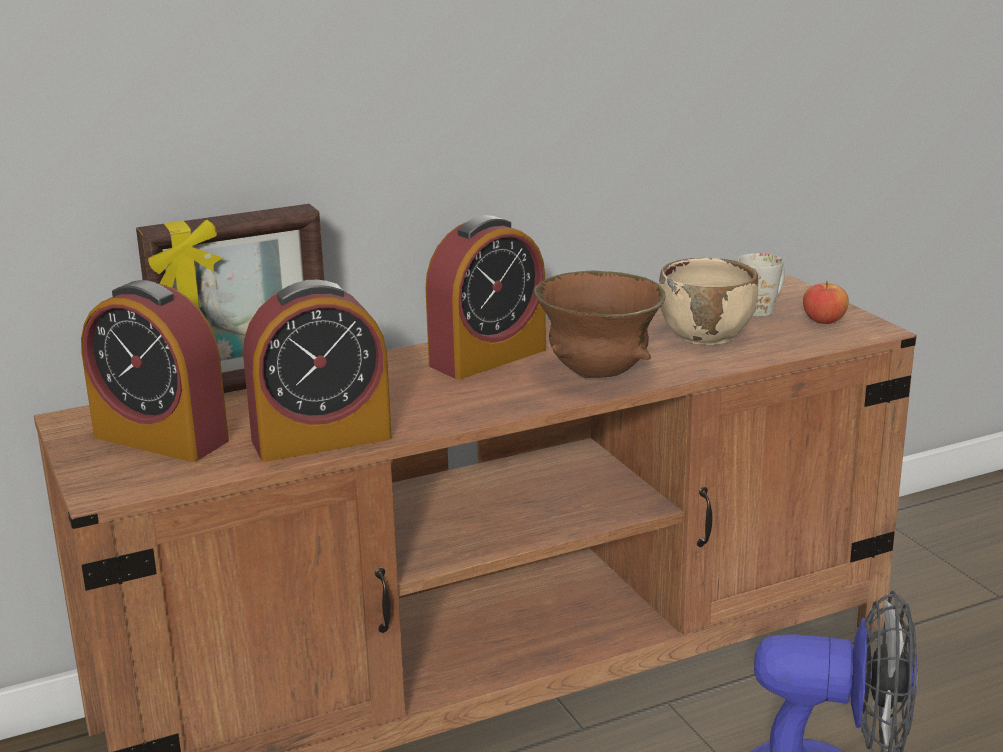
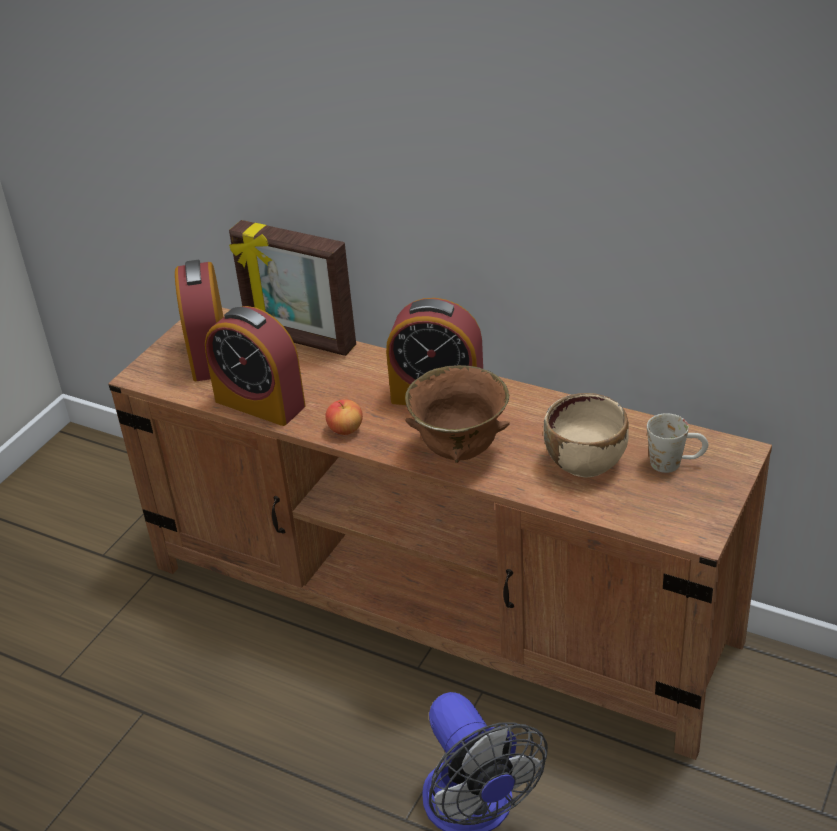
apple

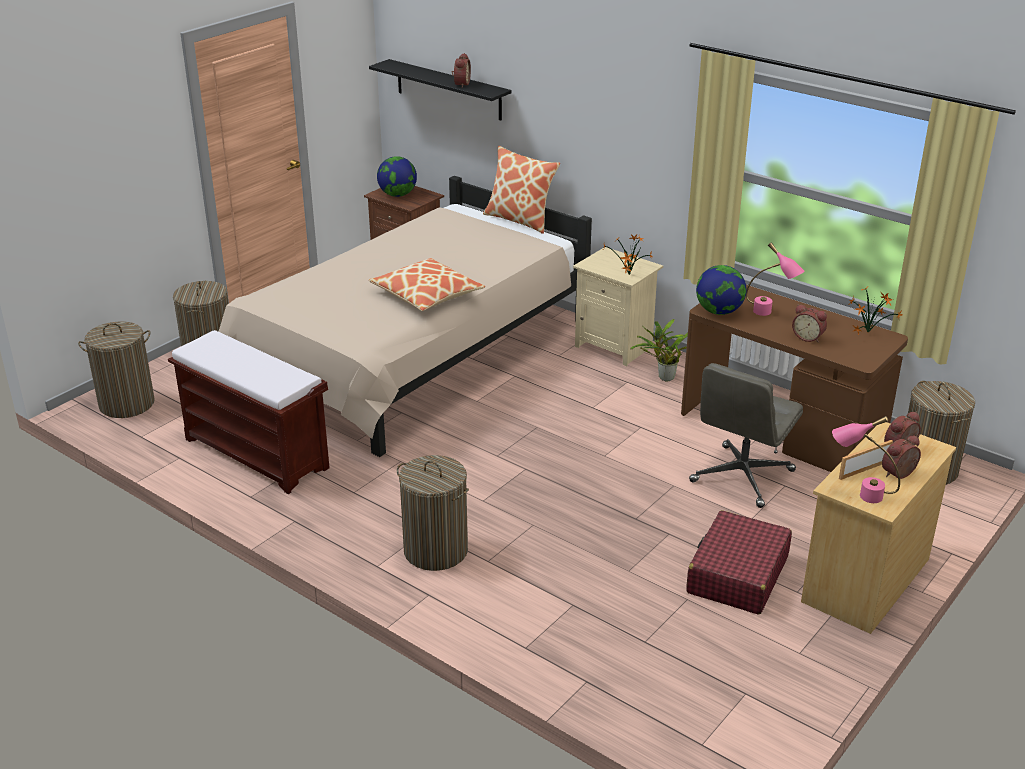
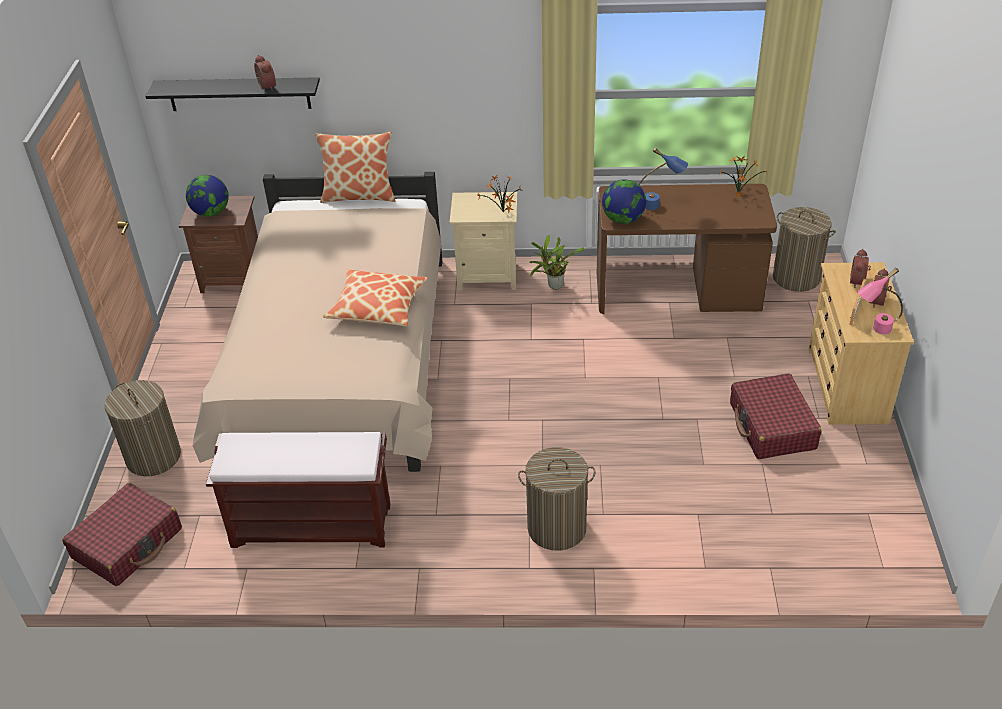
blue table lamp; alarm clock (2nd from left in the first image); red suitcase (1st from left); grey office chair

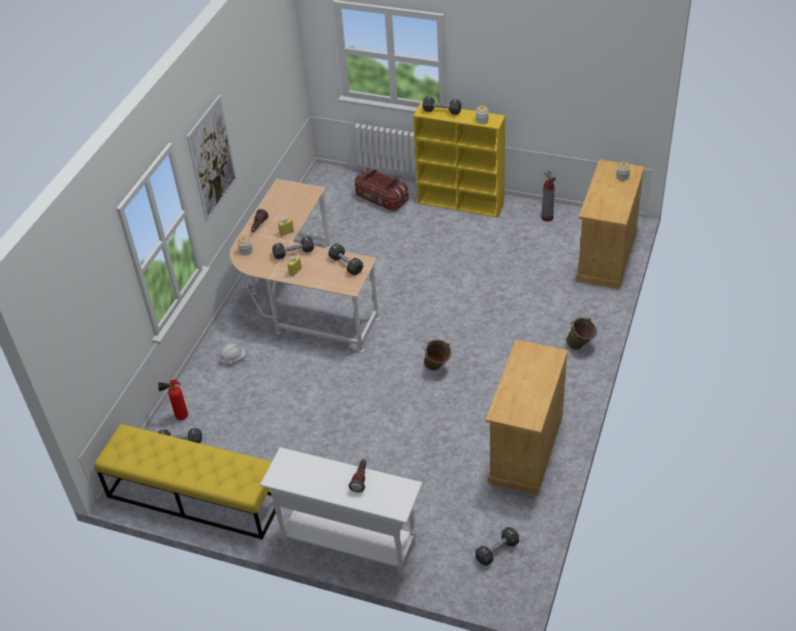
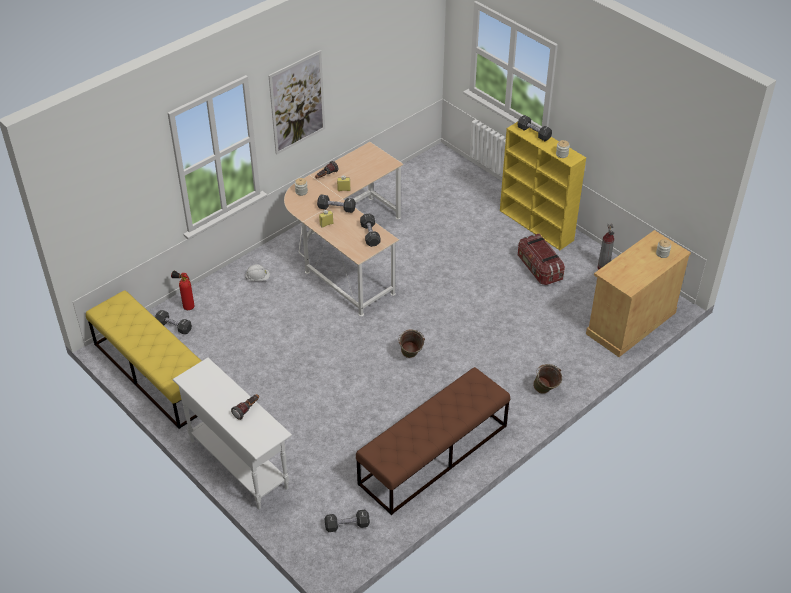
storage box; brown bench

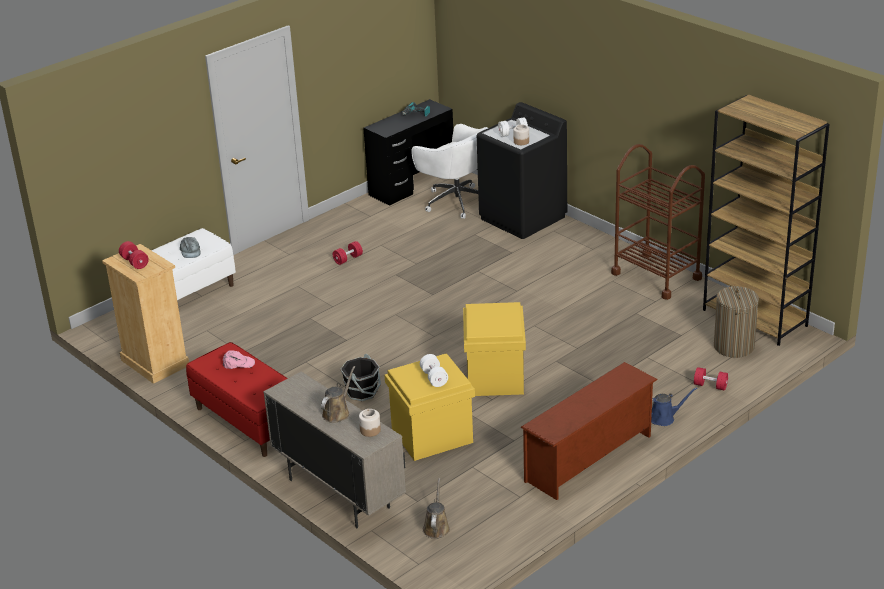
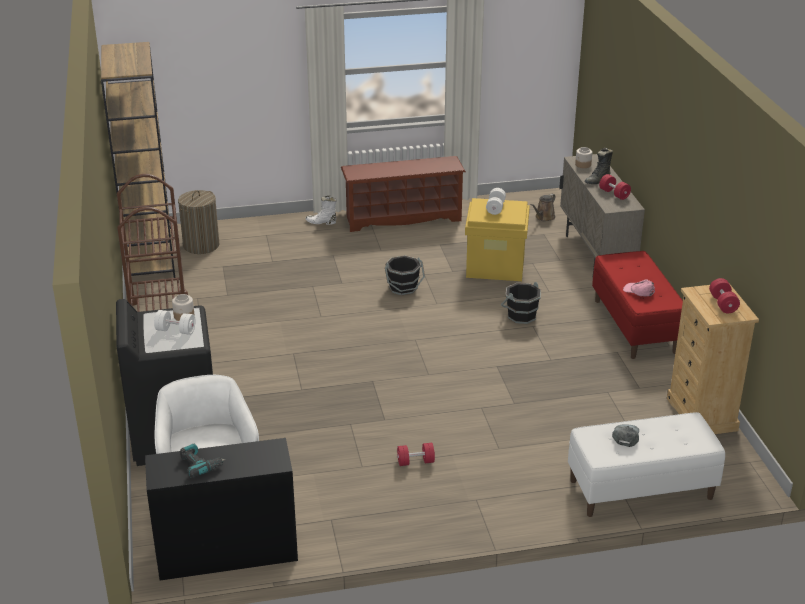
black bucket (1st from left); black boot; red dumbbell (2nd from left); white boot

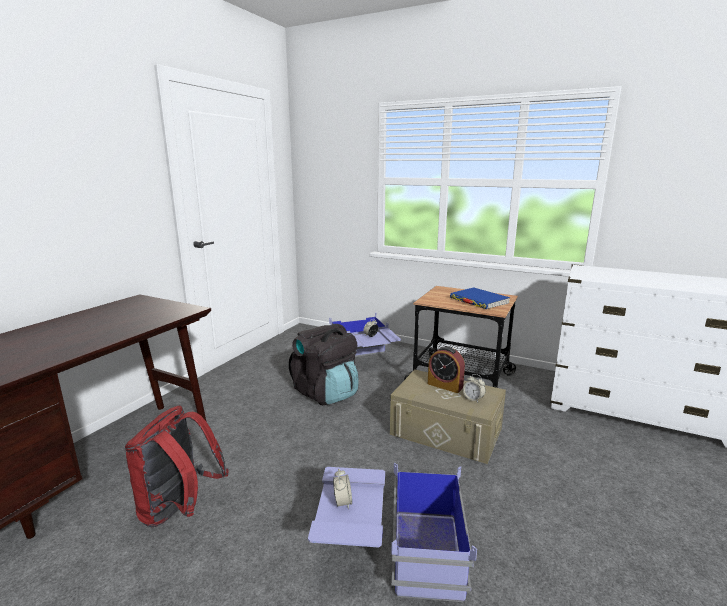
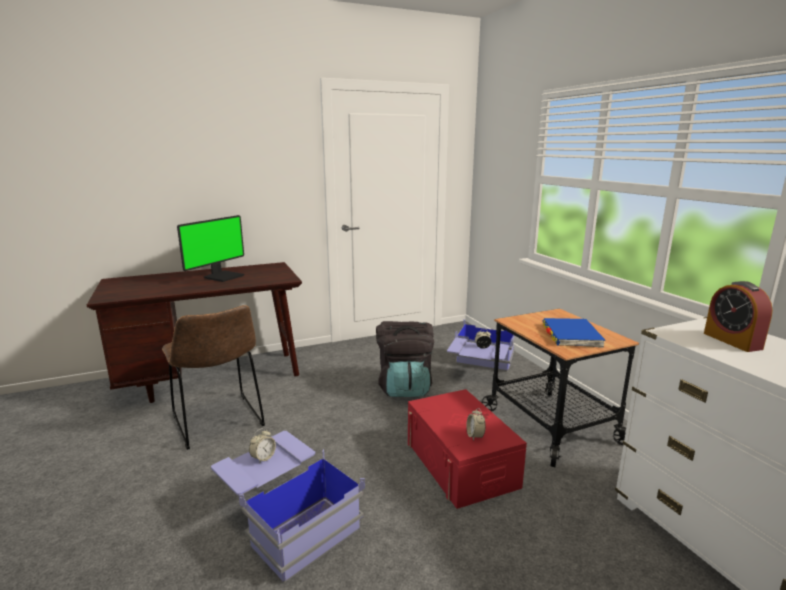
alarm clock (4th from left); red storage box; brown chair; monitor

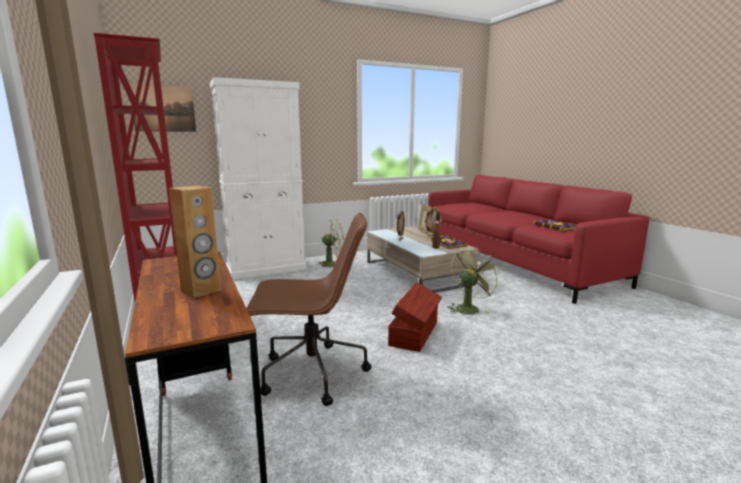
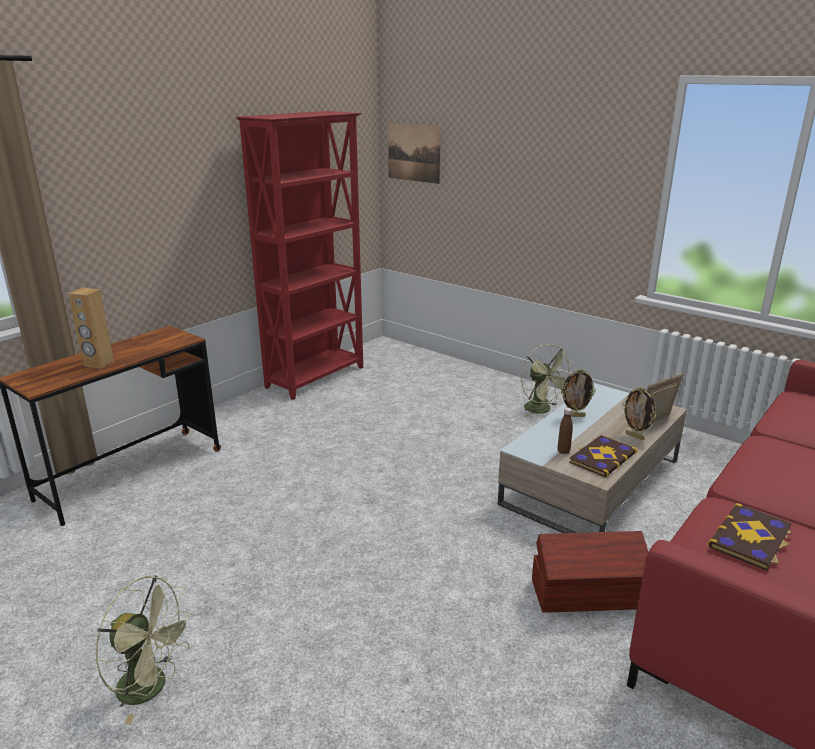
white cabinet; brown office chair; green fan (1st from left); brown storage box

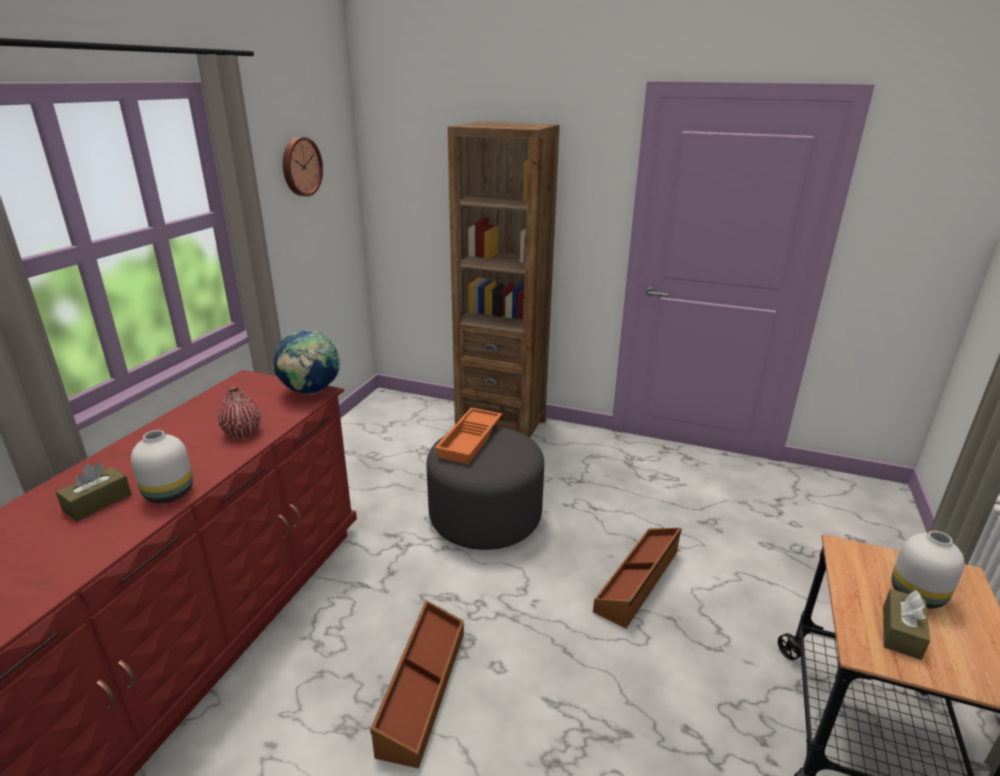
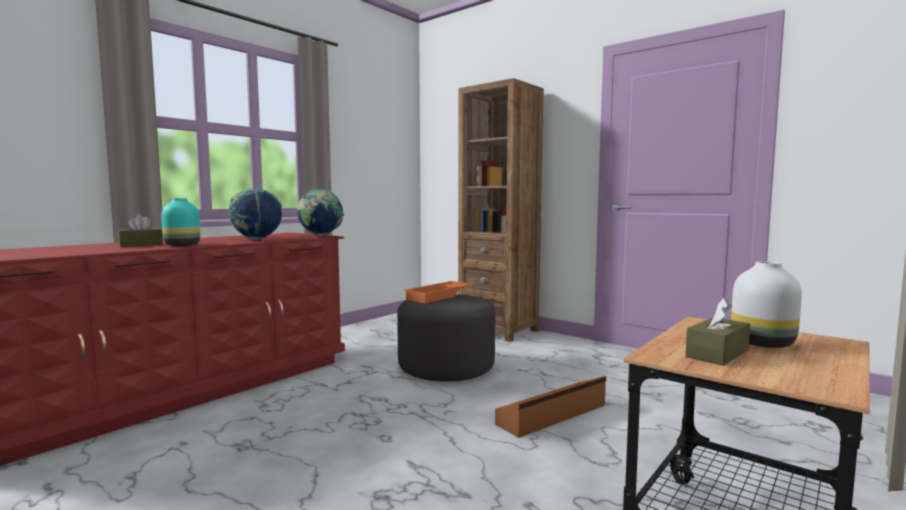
wall clock; globe (1st from left); turquoise vase; brown storage box (1st from left in the first image)

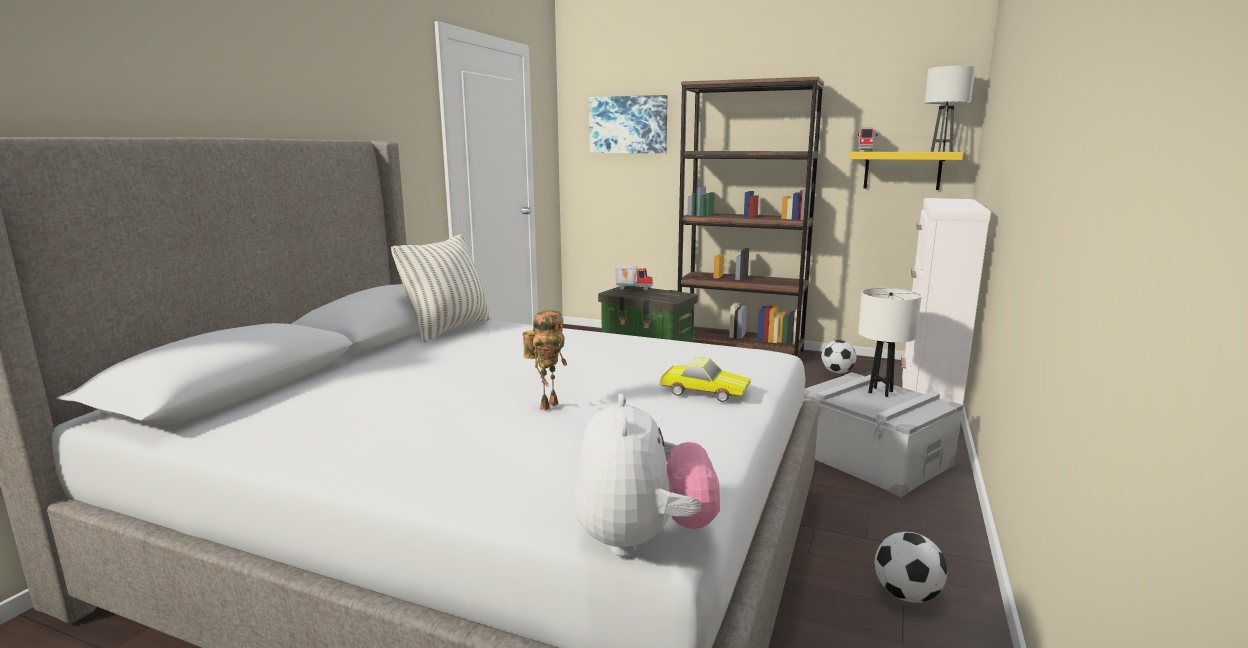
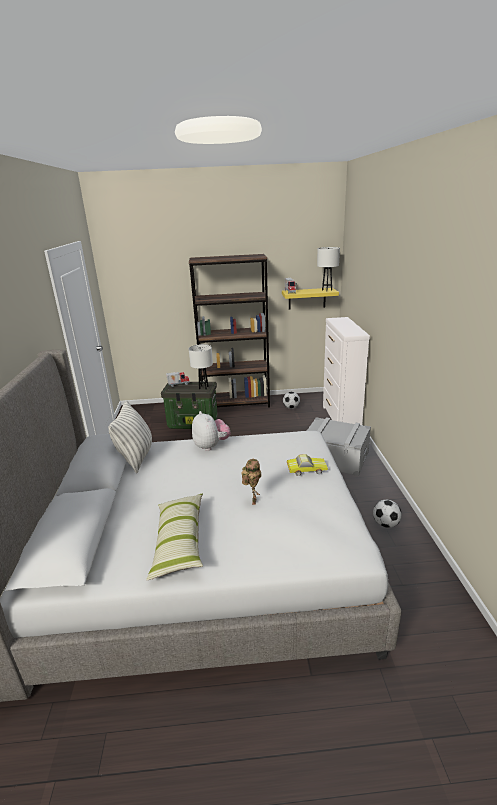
picture; white table lamp (1st from left); plush toy; pillow (2nd from left)

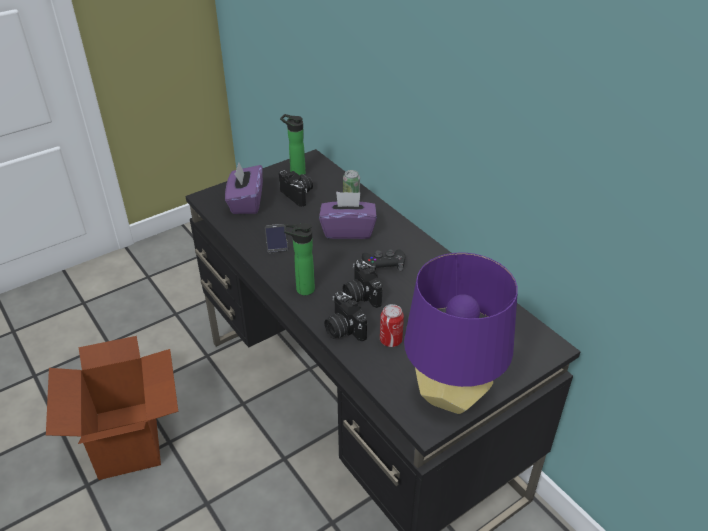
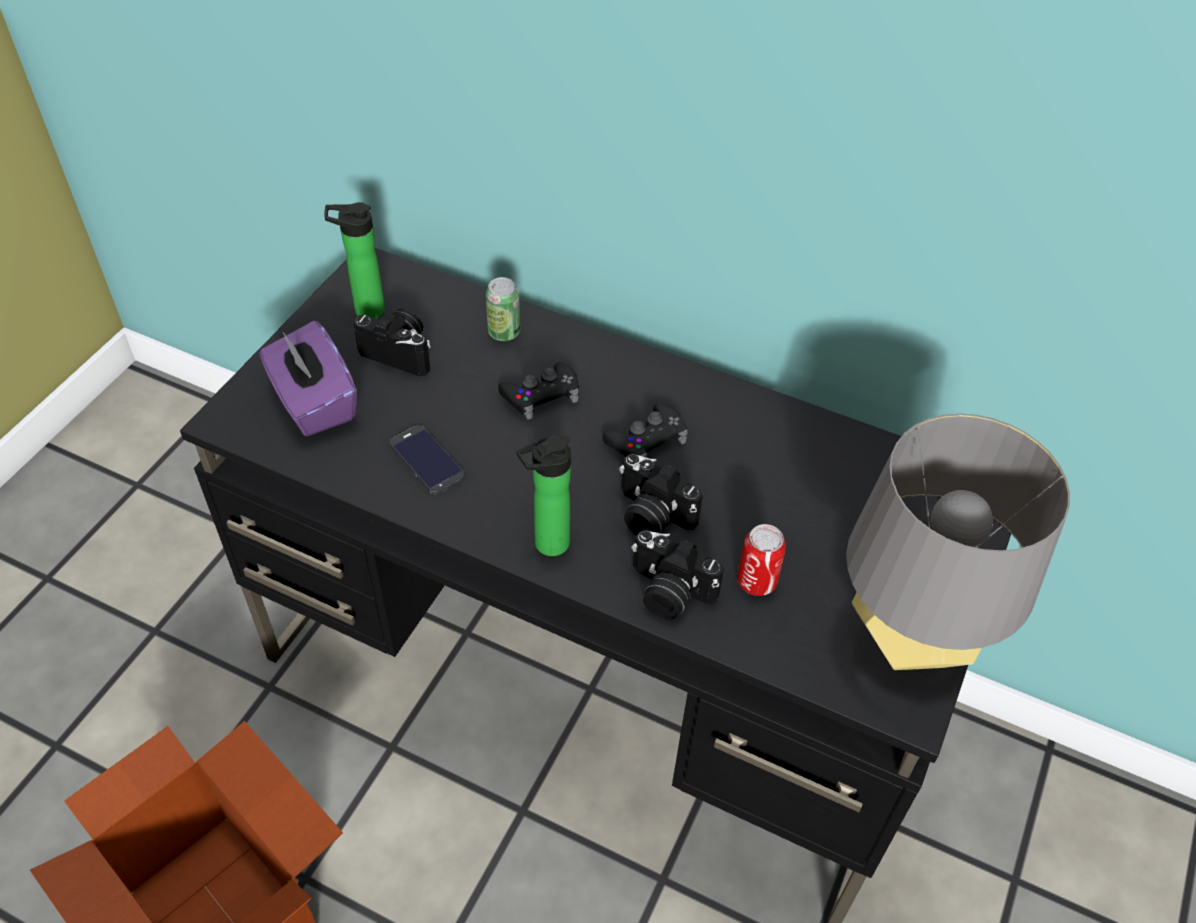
black game controller (1st from left); grey table lamp

